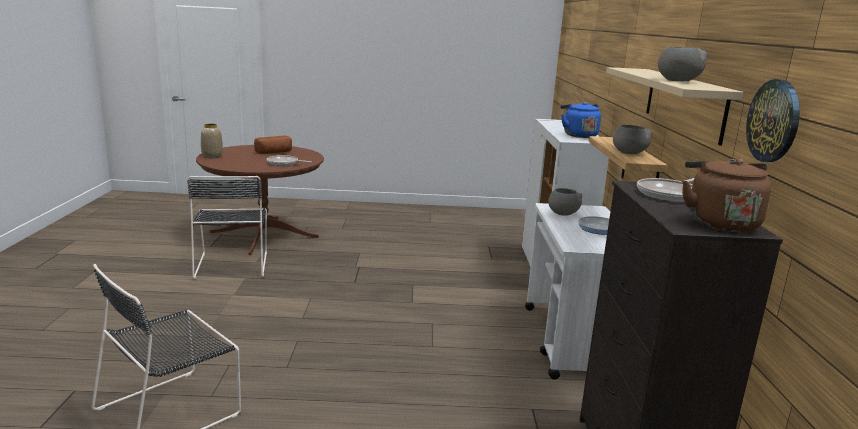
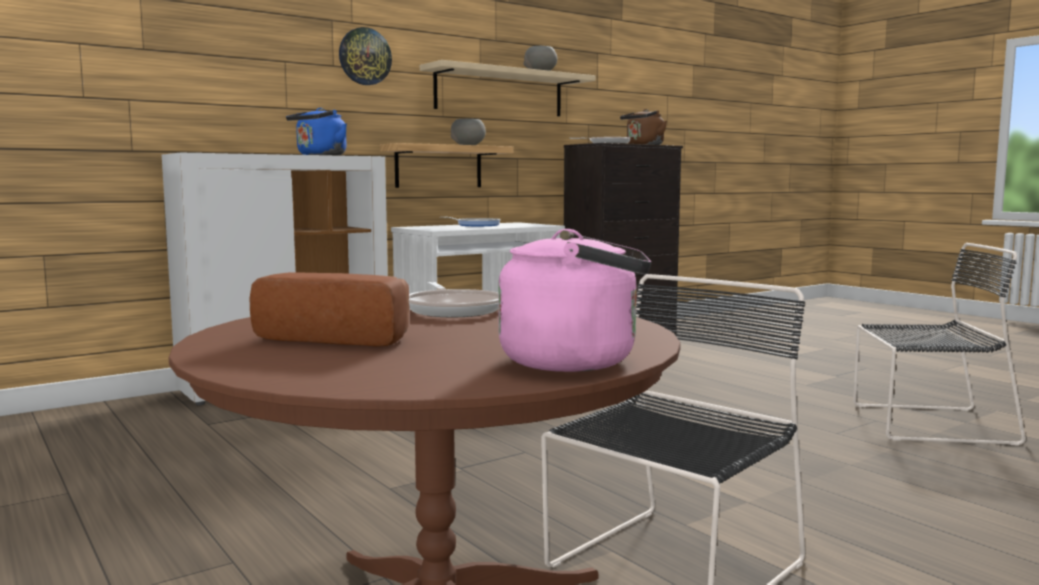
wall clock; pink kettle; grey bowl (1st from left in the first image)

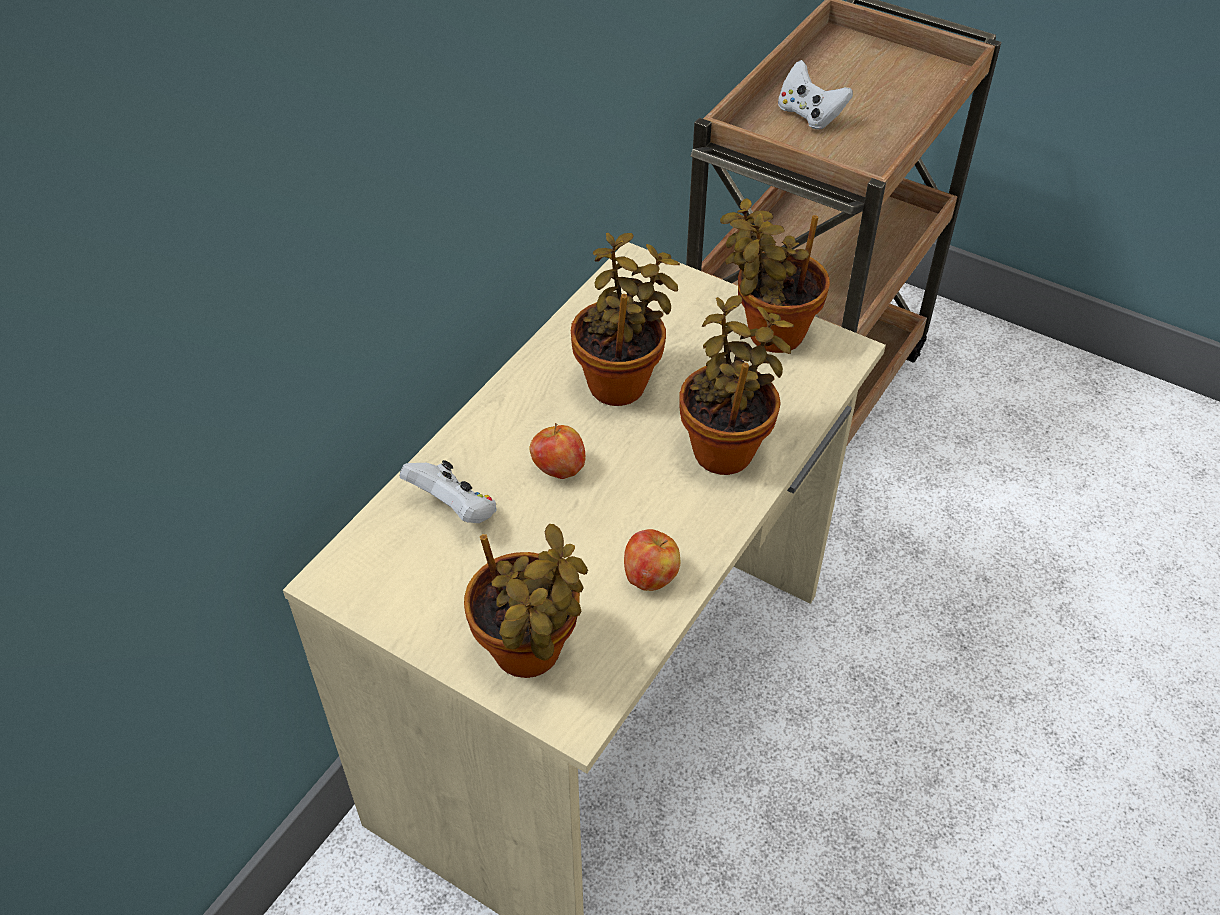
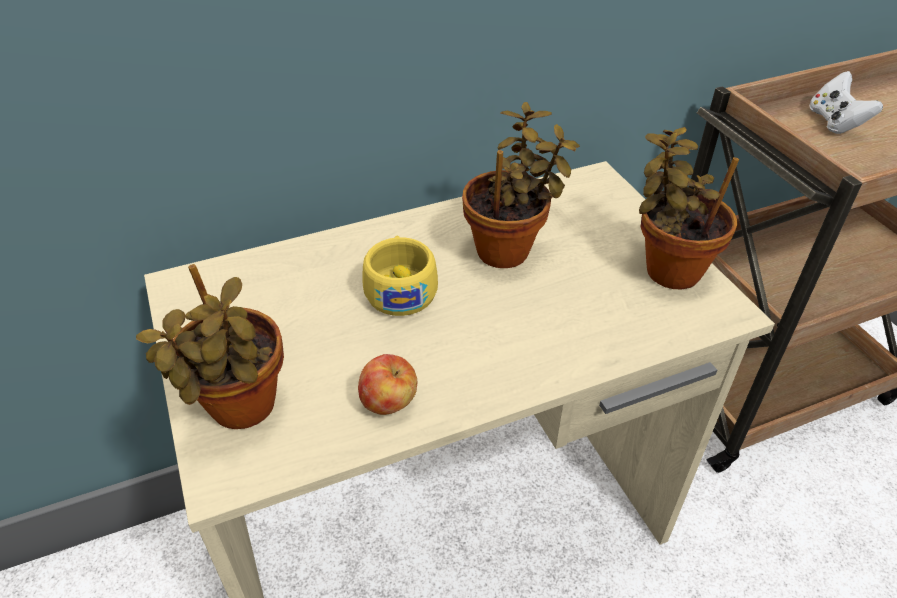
potted plant (3rd from left in the first image); yellow cup; white game controller (1st from left in the first image)

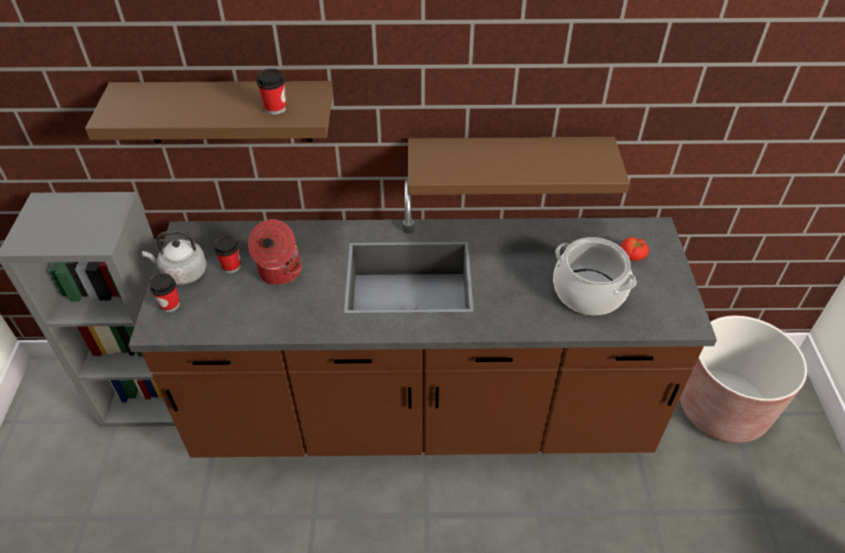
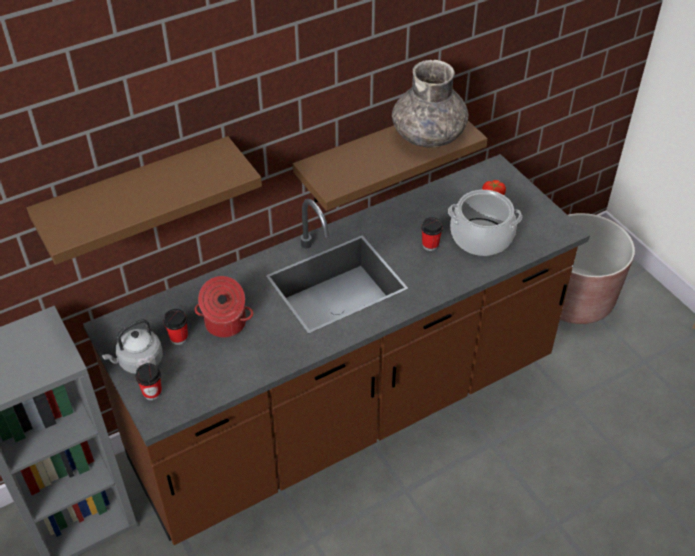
cup (3rd from left); grey vase

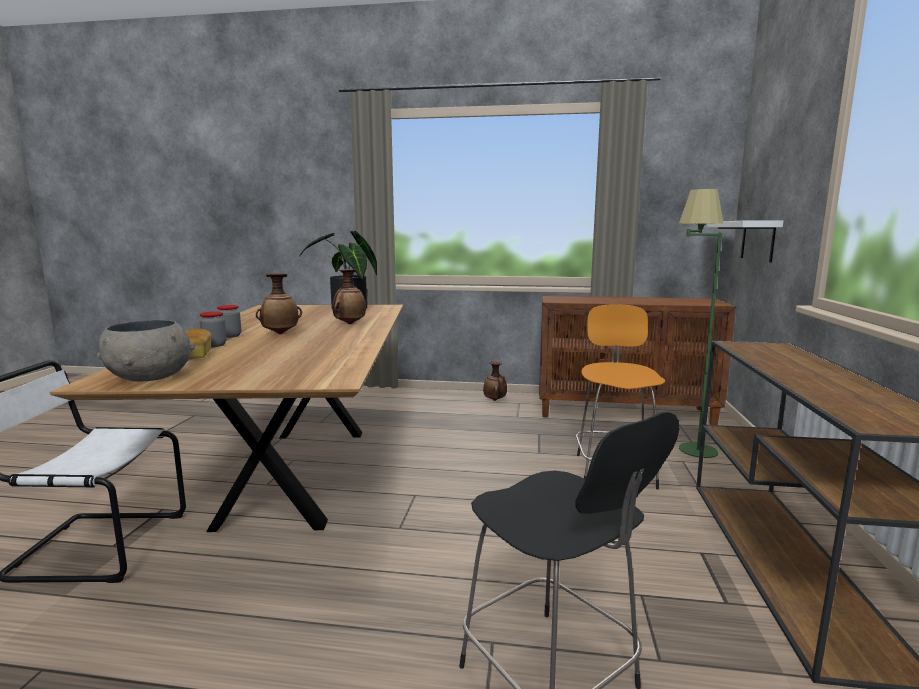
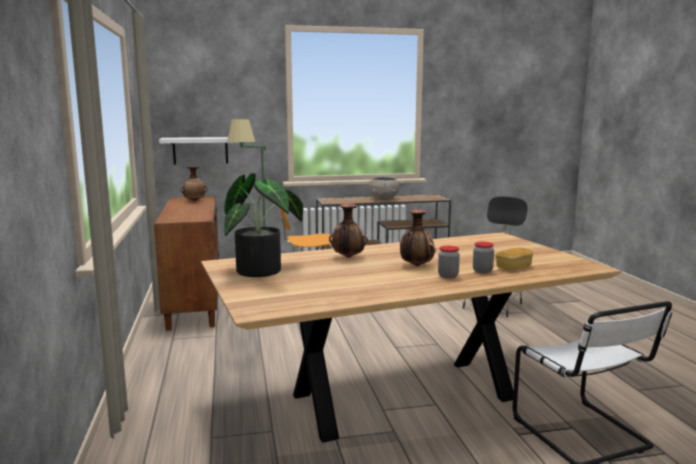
grey bowl; vase (1st from left)

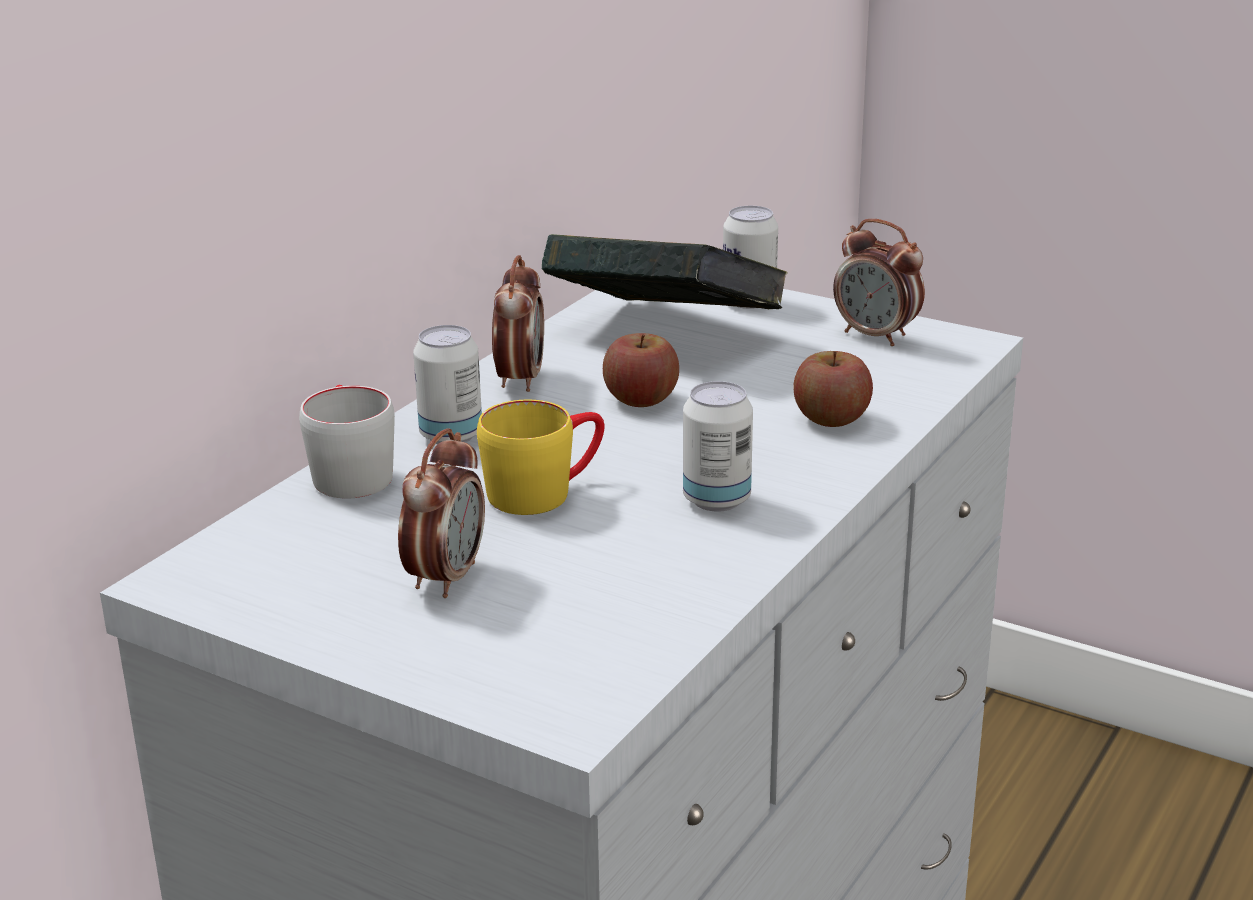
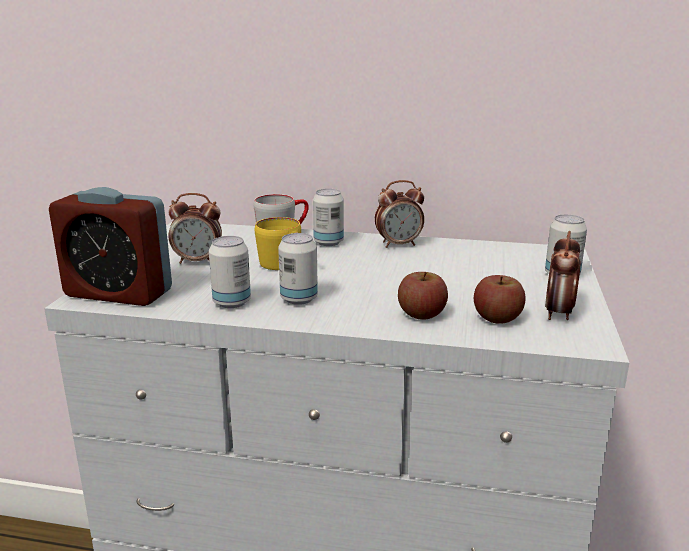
book; apple (2nd from left); alarm clock (1st from left); can (1st from left)

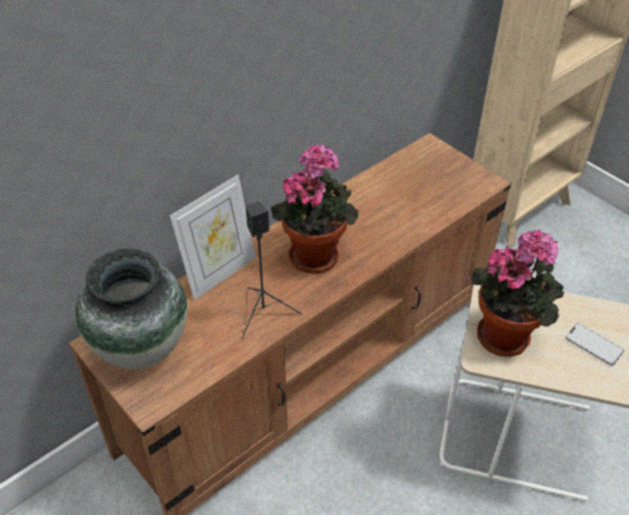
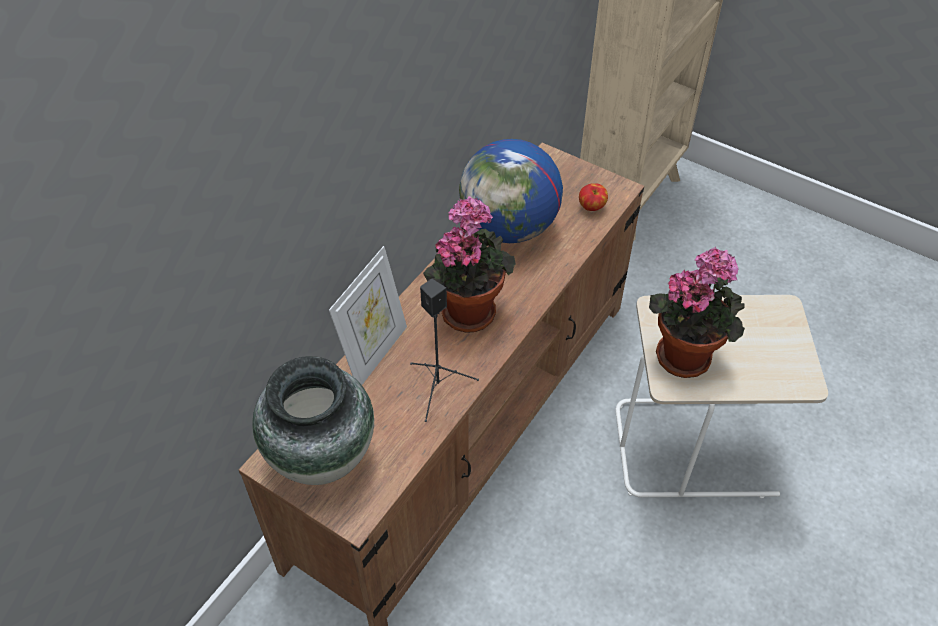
phone; globe; apple

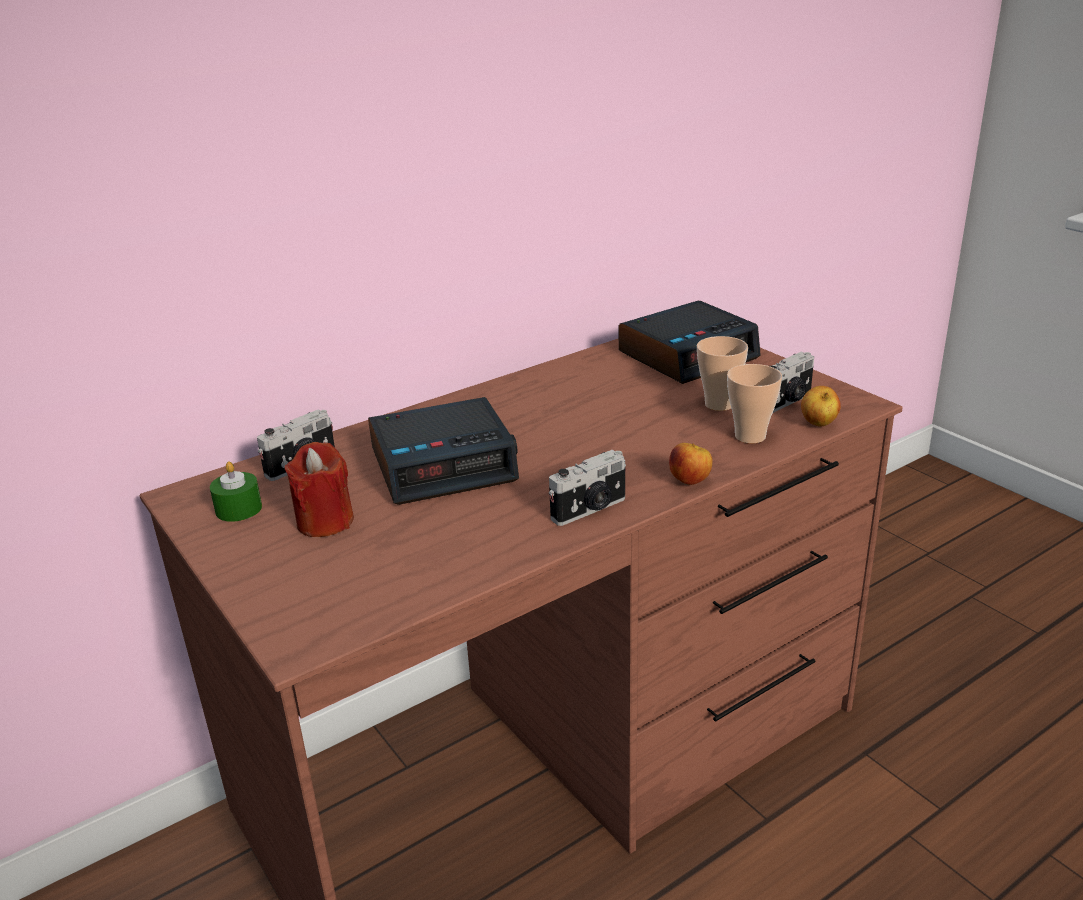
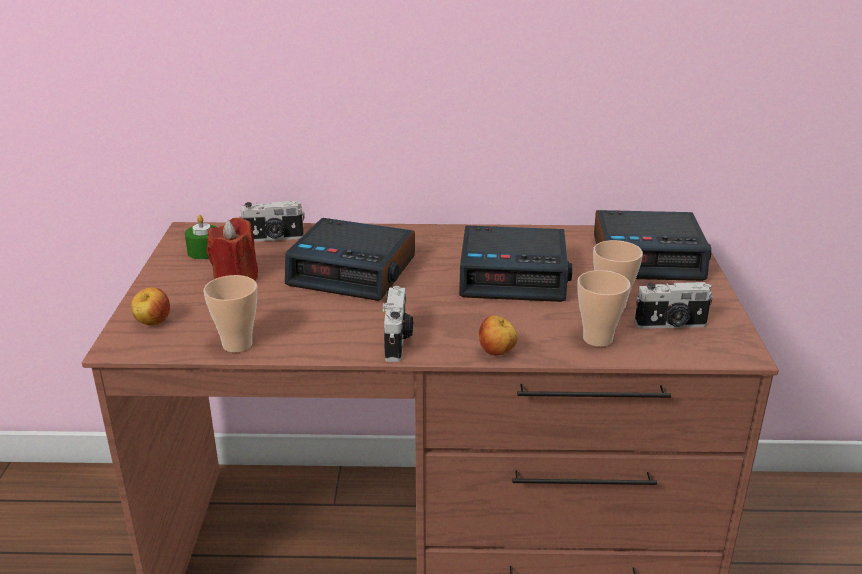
apple (1st from left); photo camera (2nd from left); alarm clock (2nd from left); cup (1st from left)

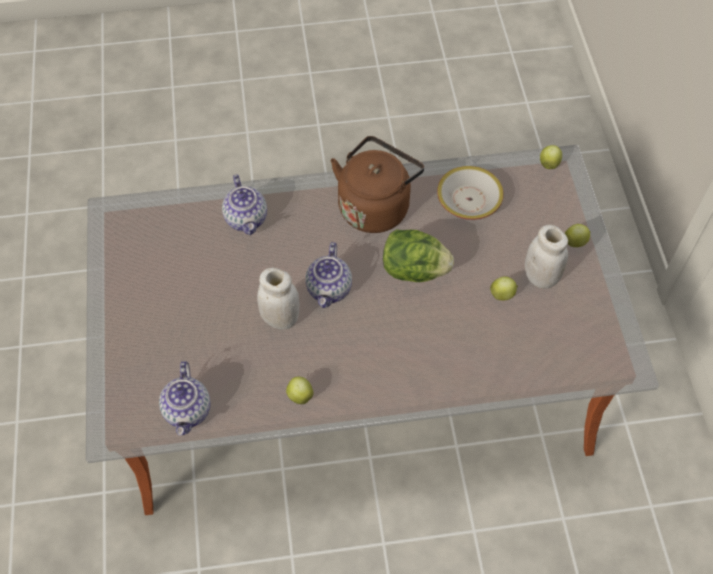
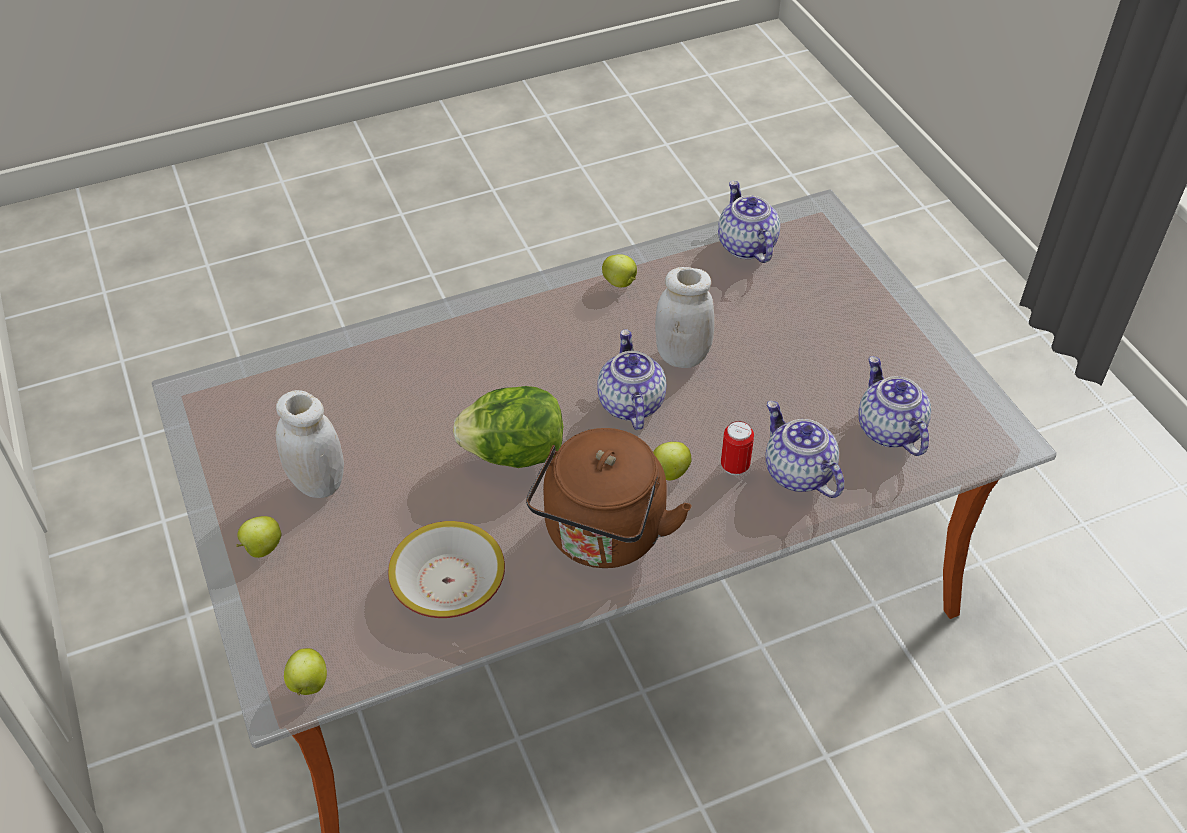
apple (4th from left); teapot (4th from left); can

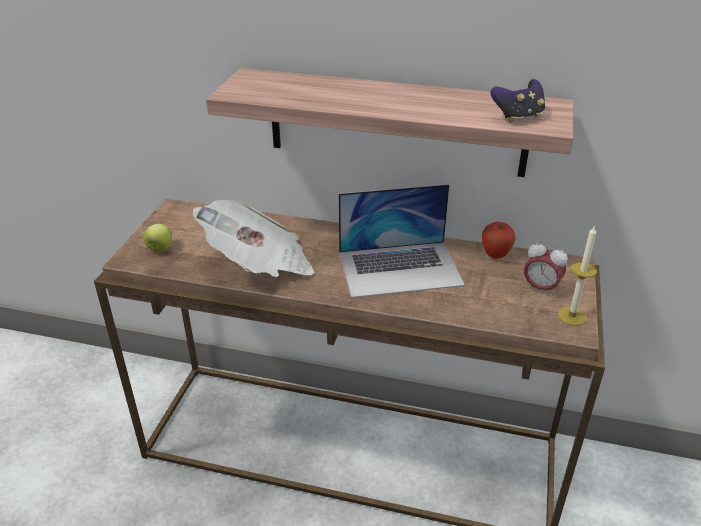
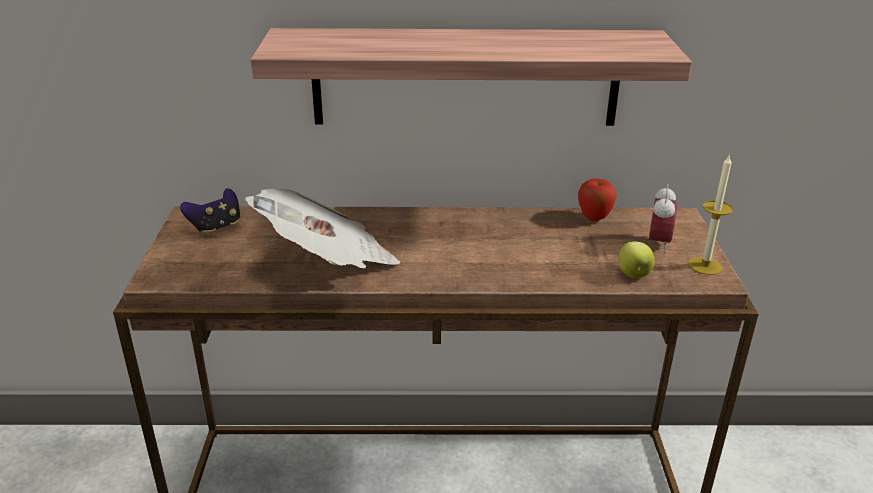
game controller; laptop; apple (2nd from left); alarm clock

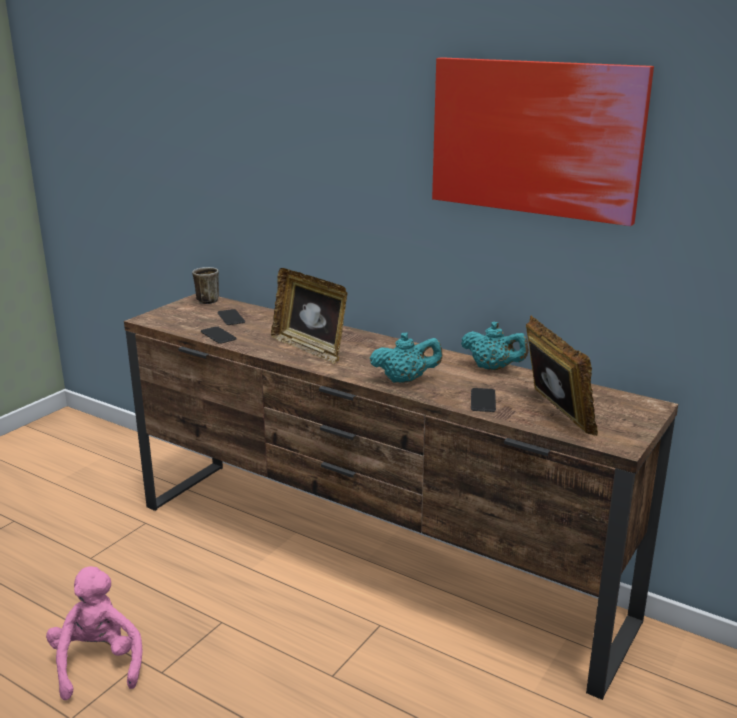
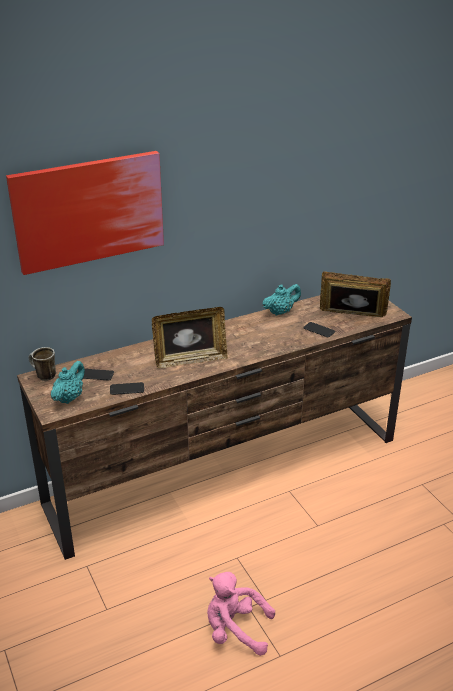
picture; turquoise teapot (1st from left)

